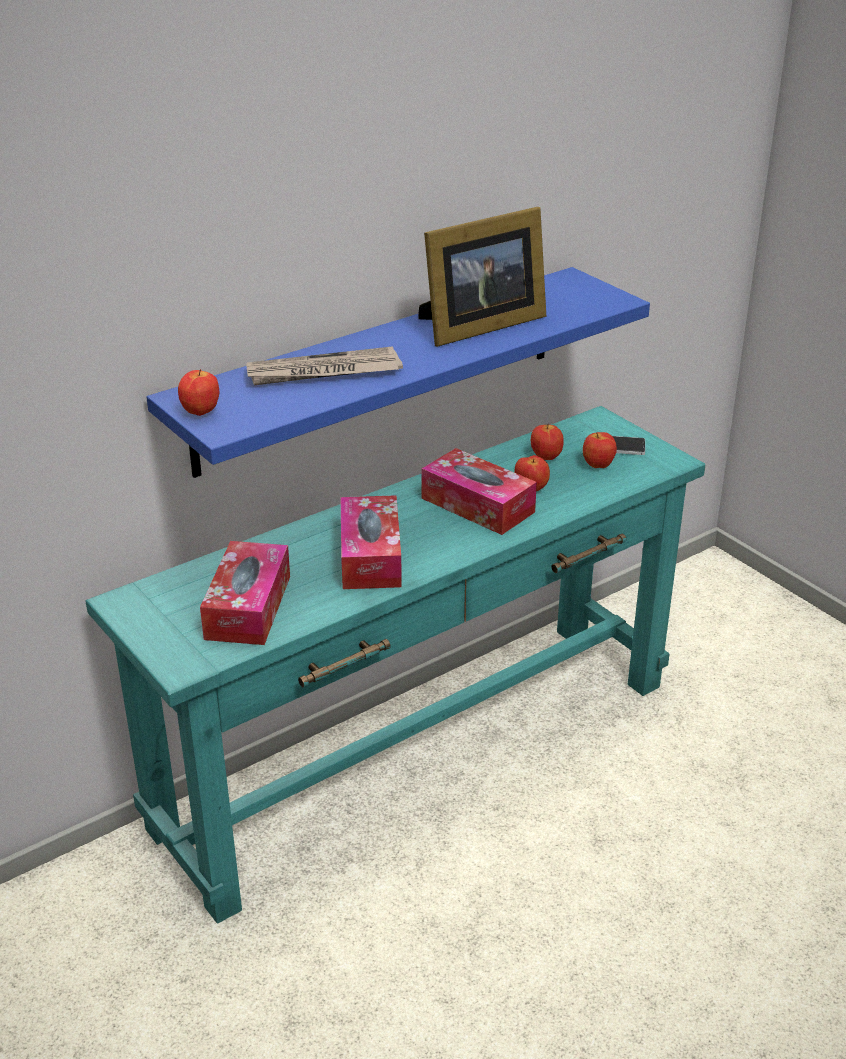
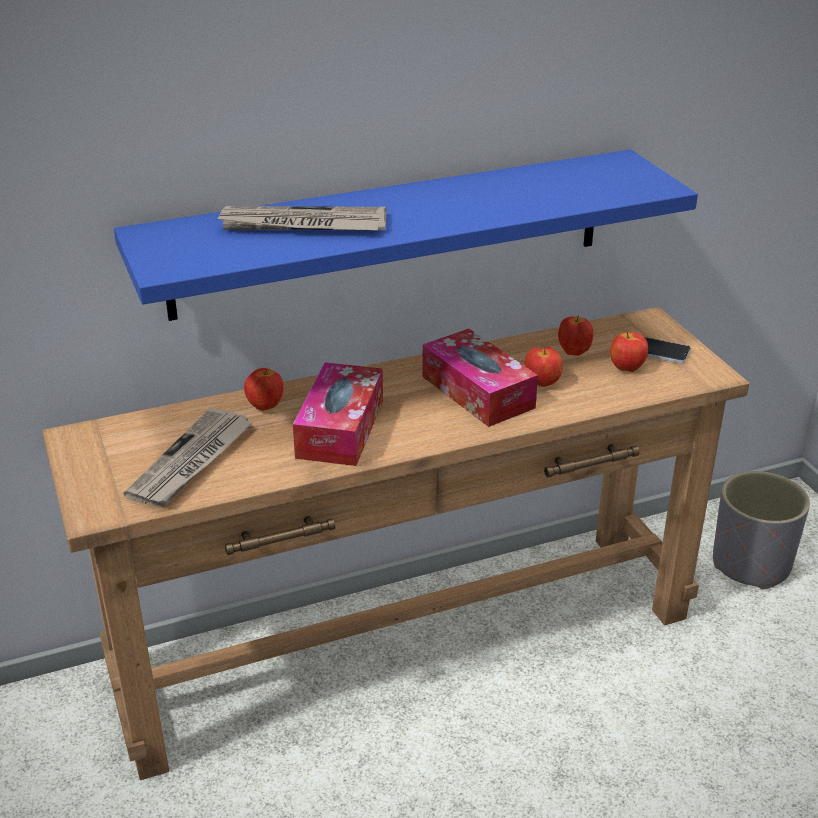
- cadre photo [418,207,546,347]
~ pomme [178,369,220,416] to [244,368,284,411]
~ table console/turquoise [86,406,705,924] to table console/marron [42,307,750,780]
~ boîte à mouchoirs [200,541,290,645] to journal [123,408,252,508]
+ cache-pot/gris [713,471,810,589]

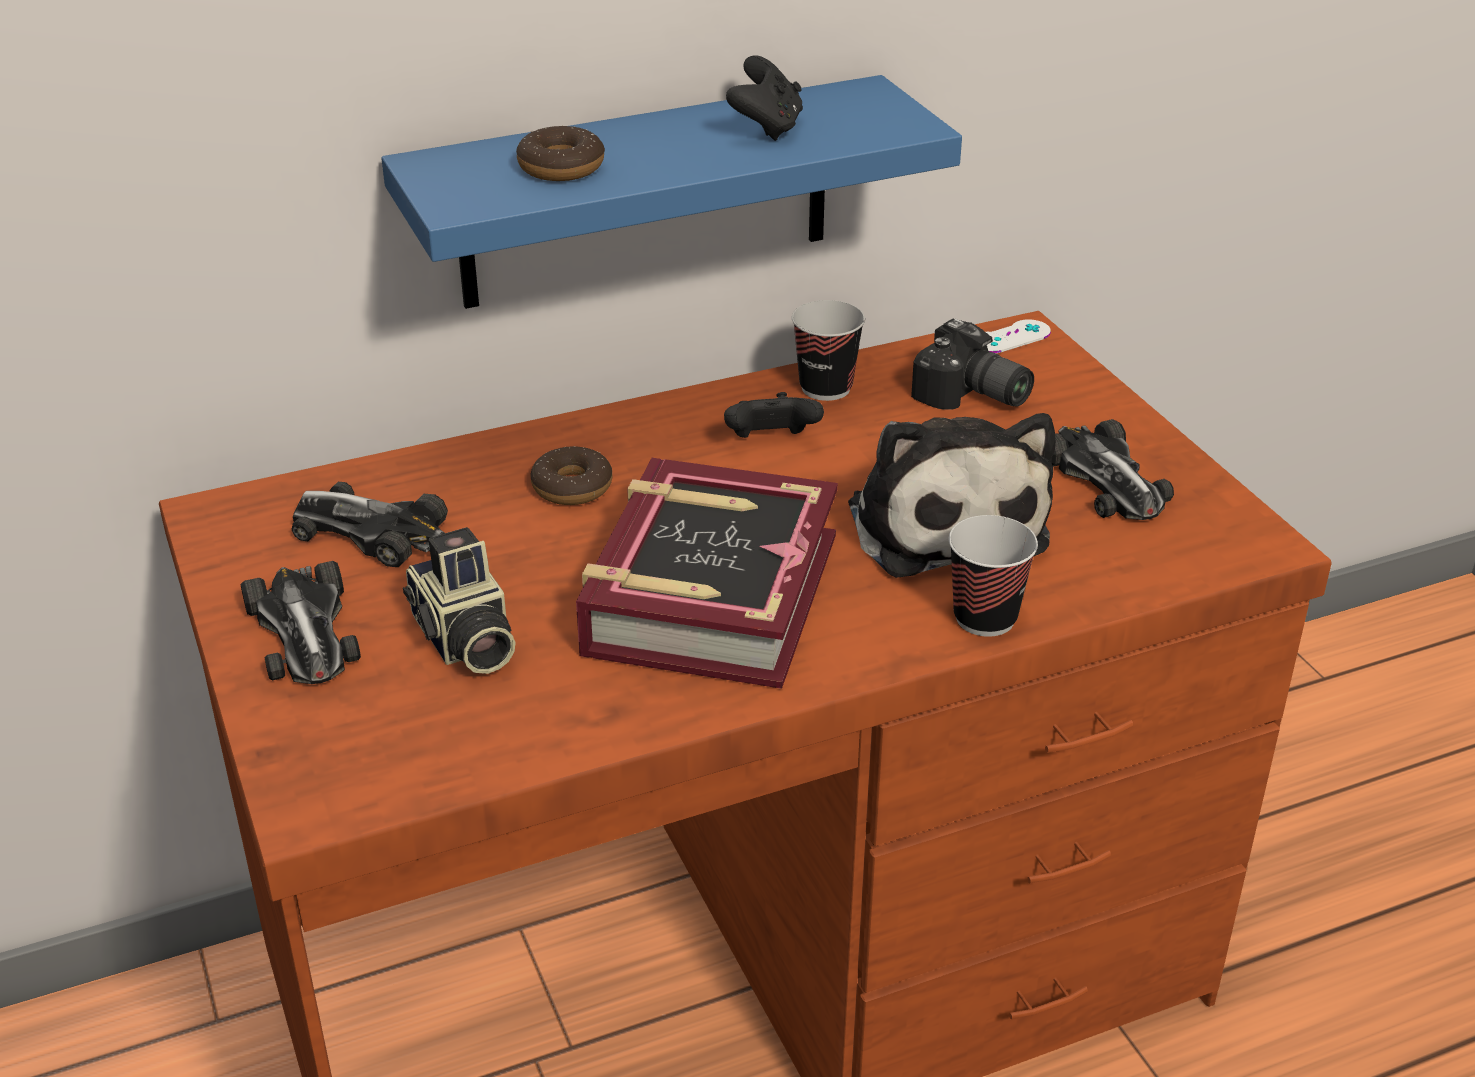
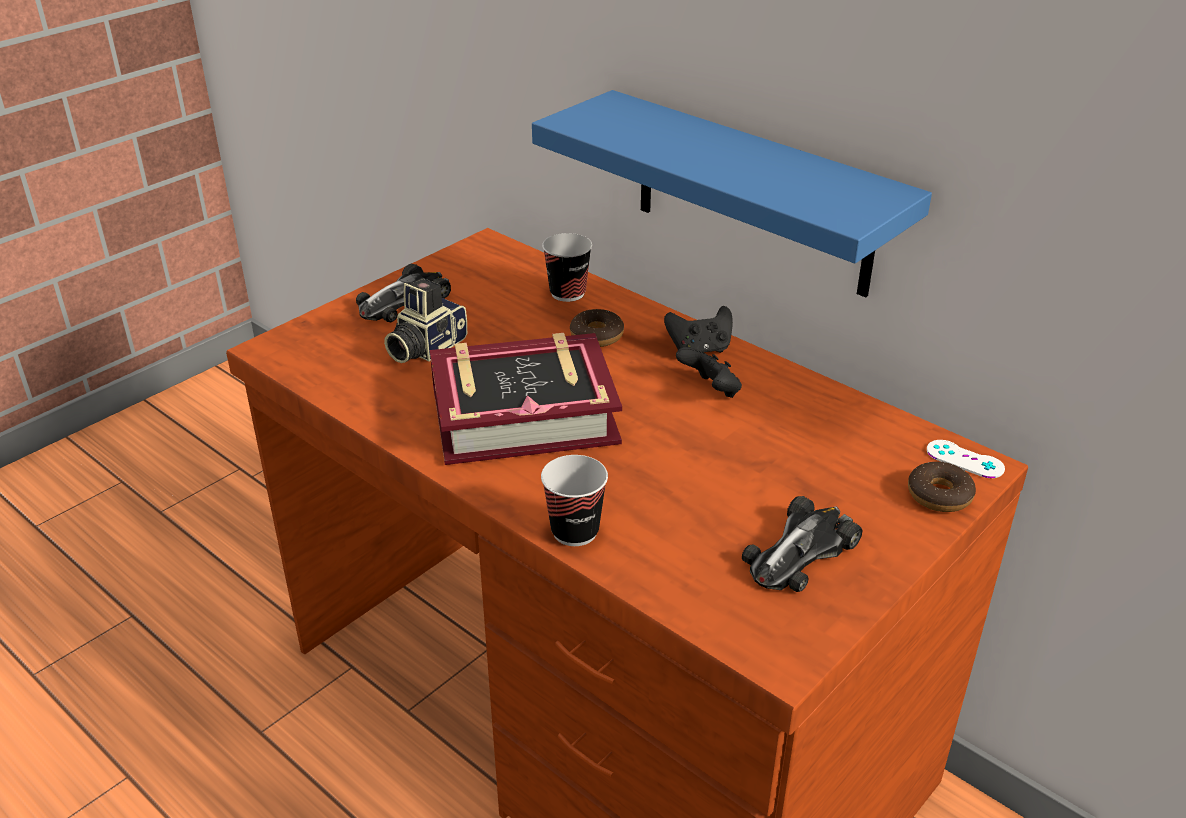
~ manette/noir [726,55,803,141] to [664,306,733,353]
~ beignet [516,126,605,181] to [908,461,976,512]
~ tasse [792,300,865,401] to [542,233,592,302]
- appareil photo [911,319,1034,410]
- peluche [848,413,1056,578]
- petite voiture [292,482,448,567]

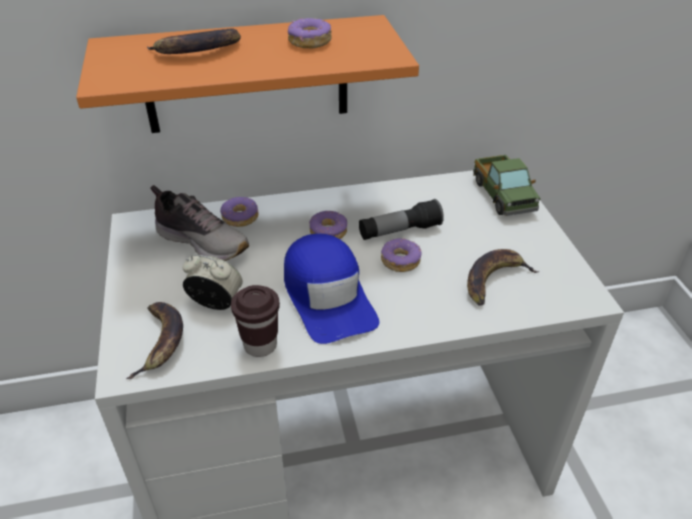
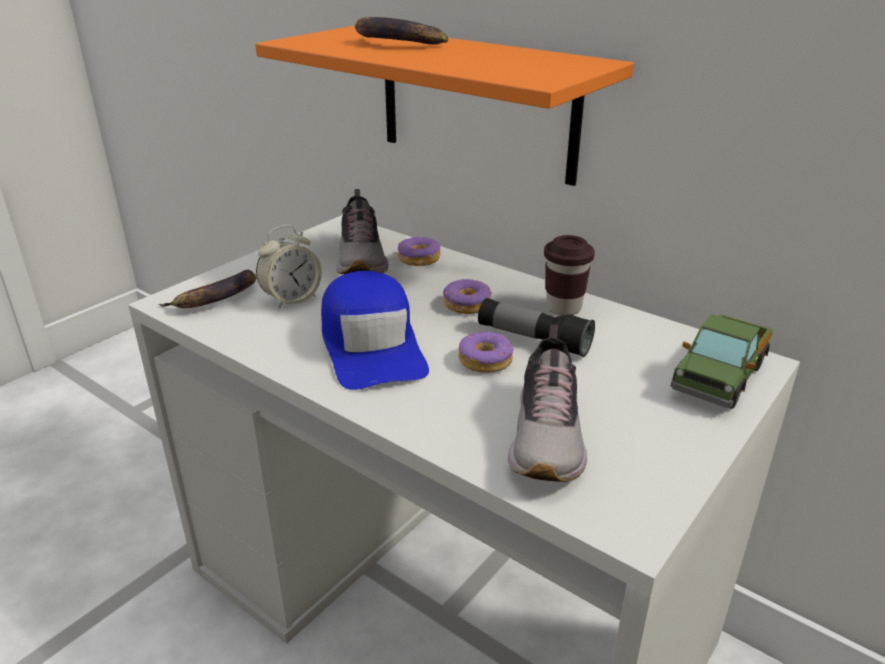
- beignet [288,18,332,48]
~ casquette/bleu [284,234,379,344] = [321,271,429,390] 45 degrees counterclockwise
~ banane [467,249,540,306] to chaussure [508,324,587,482]
~ réveil [183,255,243,310] = [256,225,322,309] 75 degrees clockwise
~ tasse/marron [231,285,280,357] to [544,235,595,315]

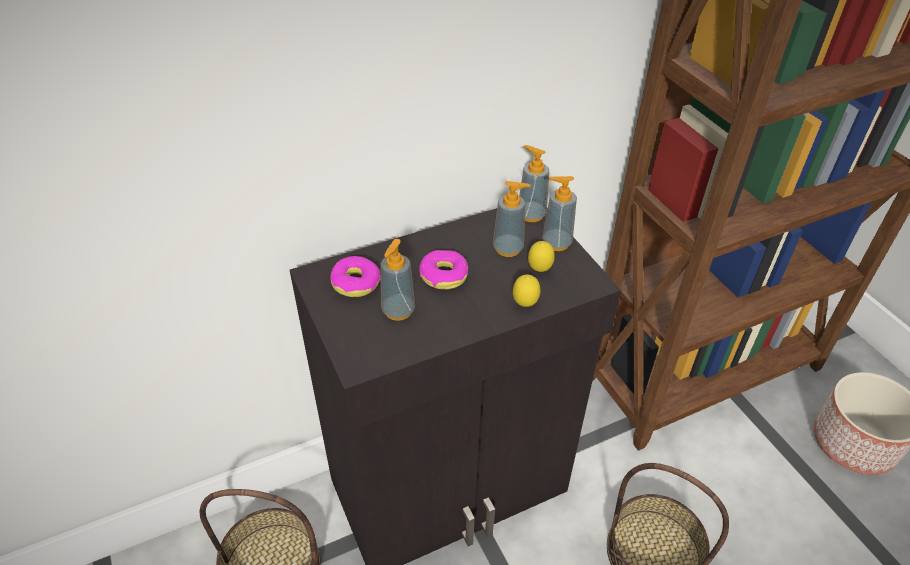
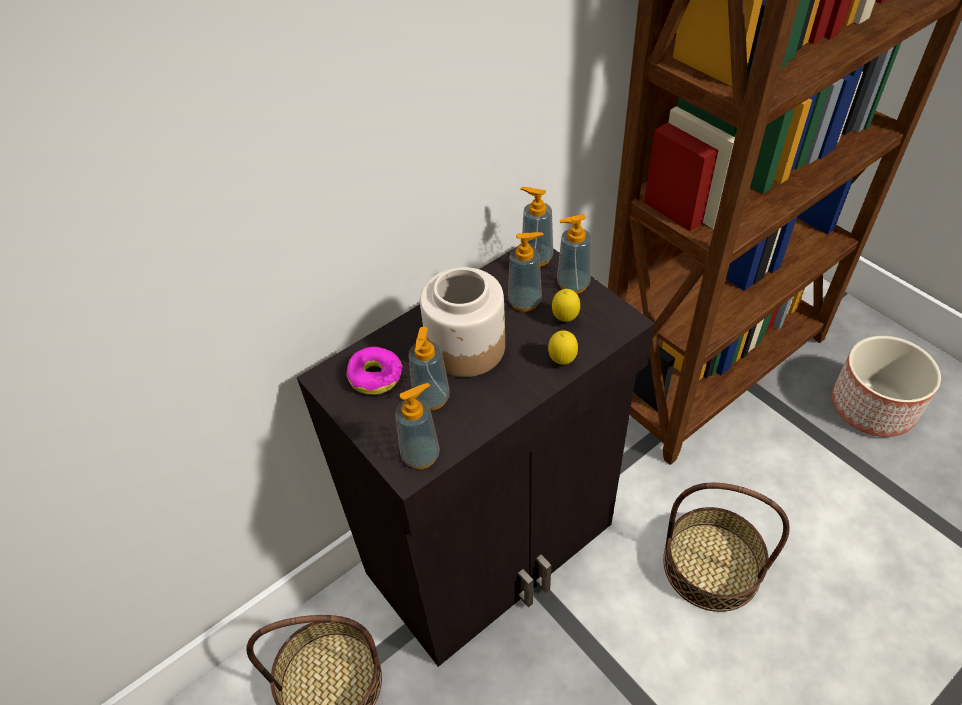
~ beignet [419,250,468,290] to bocal [420,267,505,377]
+ distributeur de savon [395,383,440,469]

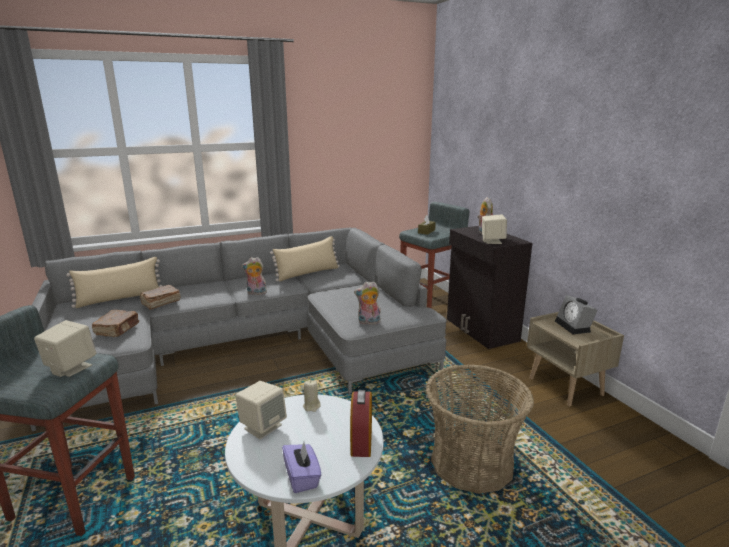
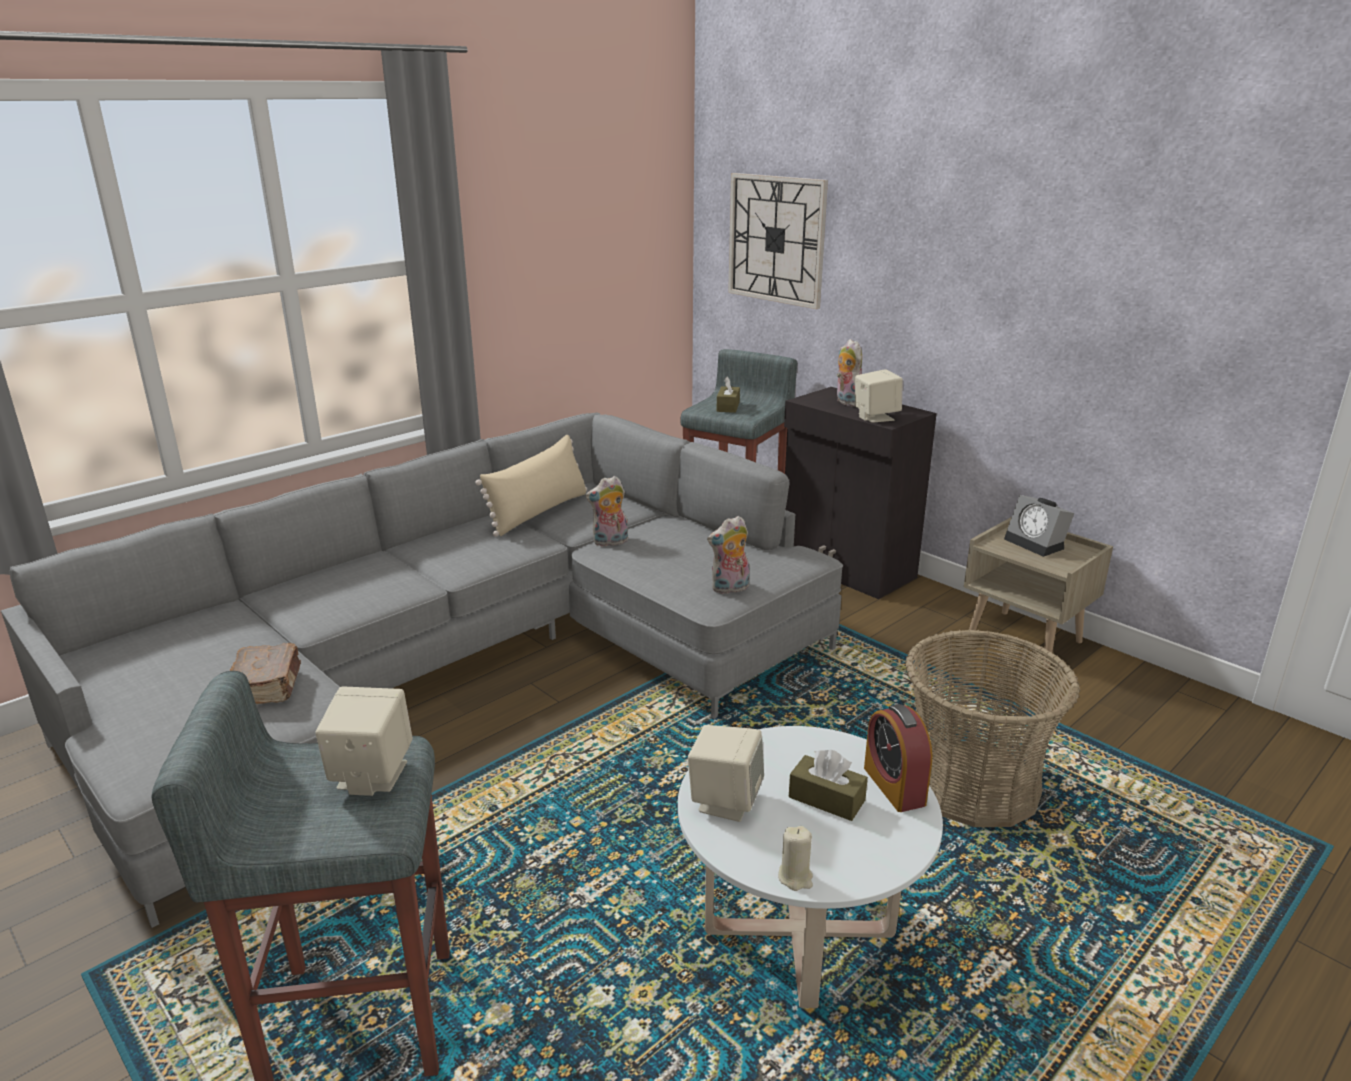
- coussin/beige [66,257,162,308]
~ peluche [242,257,267,295] to [586,476,628,547]
- livre/marron [140,285,181,310]
~ bougie/beige [303,380,321,412] to [778,826,813,891]
- boîte à mouchoirs/violet [282,442,322,493]
+ horloge murale [728,173,828,309]
+ boîte à mouchoirs/marron [789,749,868,821]

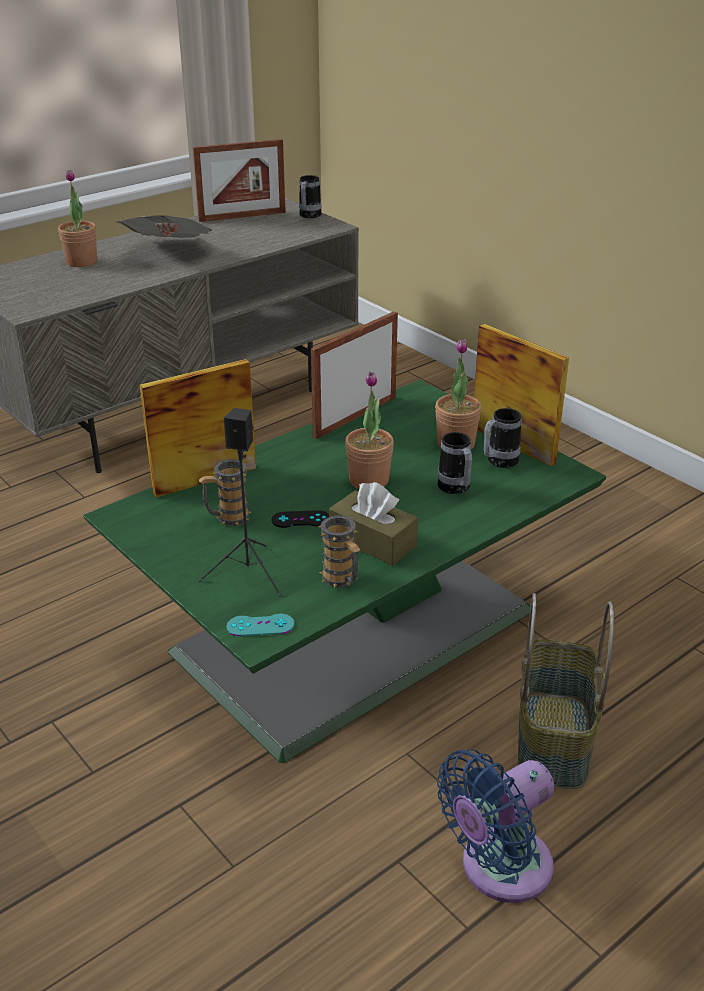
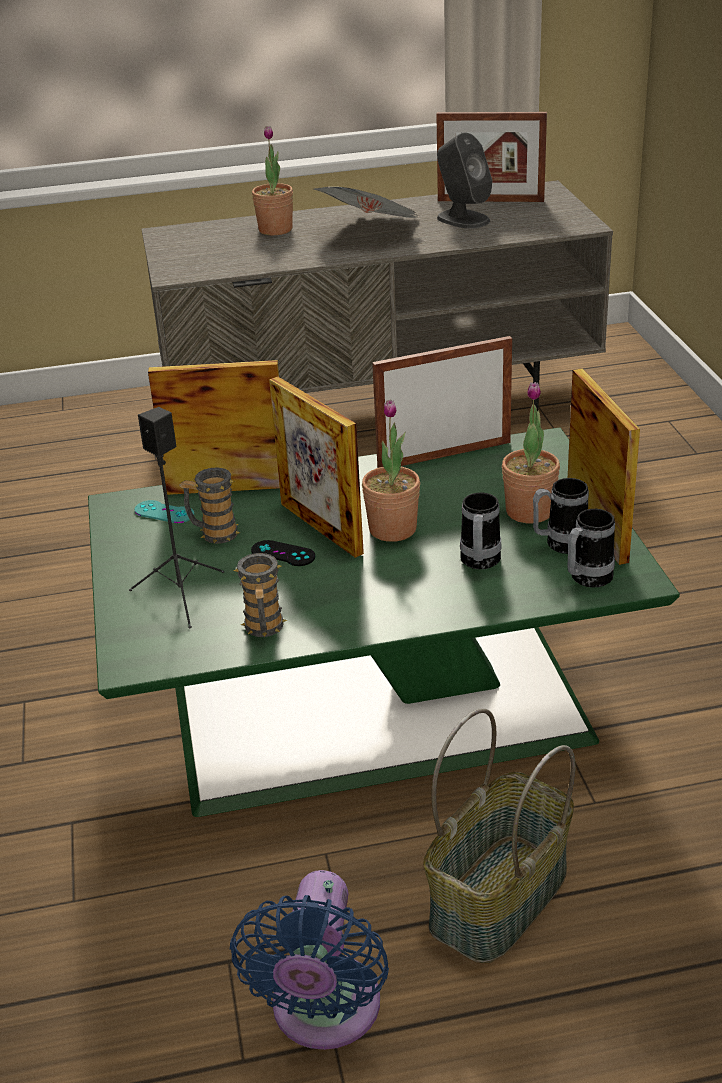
~ mug [299,175,322,218] to [567,509,615,587]
- boîte à mouchoirs/marron [329,482,418,566]
~ manette/turquoise [227,614,295,637] to [135,500,194,523]
~ ventilateur/bleu [437,749,554,903] = [230,870,389,1050] 75 degrees counterclockwise
+ enceinte/gris [437,132,492,229]
+ cadre photo [269,376,364,558]

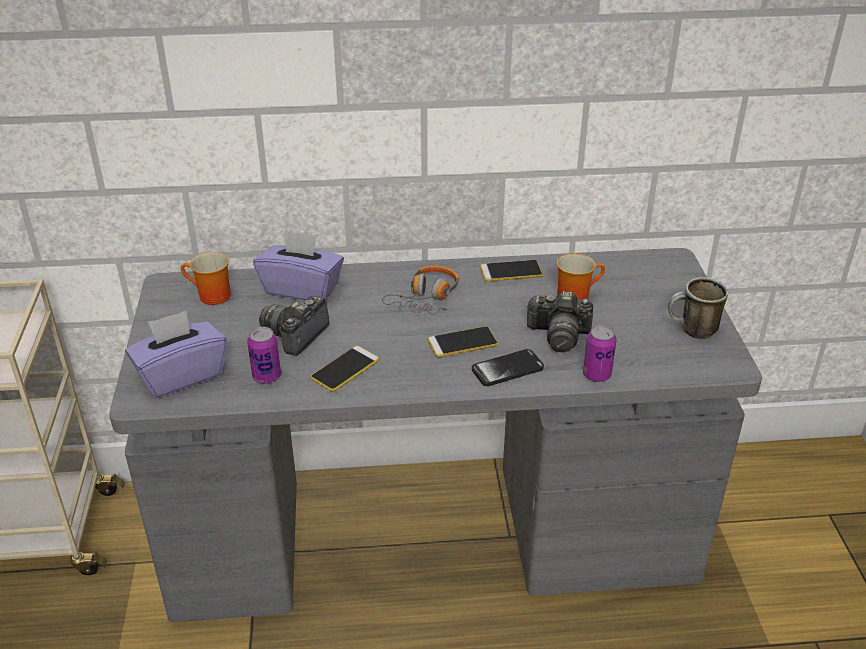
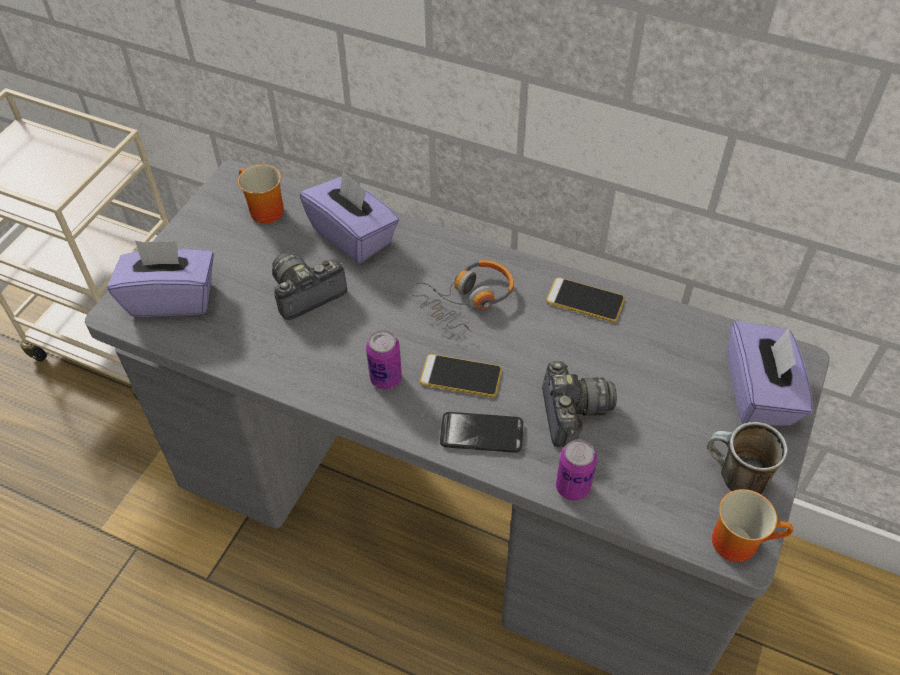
~ mug [557,253,605,300] to [712,489,793,562]
~ appareil photo [526,291,593,352] = [542,361,617,447] 135 degrees counterclockwise
~ boîte métallique [247,327,281,384] to [366,330,402,390]
- téléphone [310,346,379,392]
+ boîte à mouchoirs/violet [728,321,813,426]

